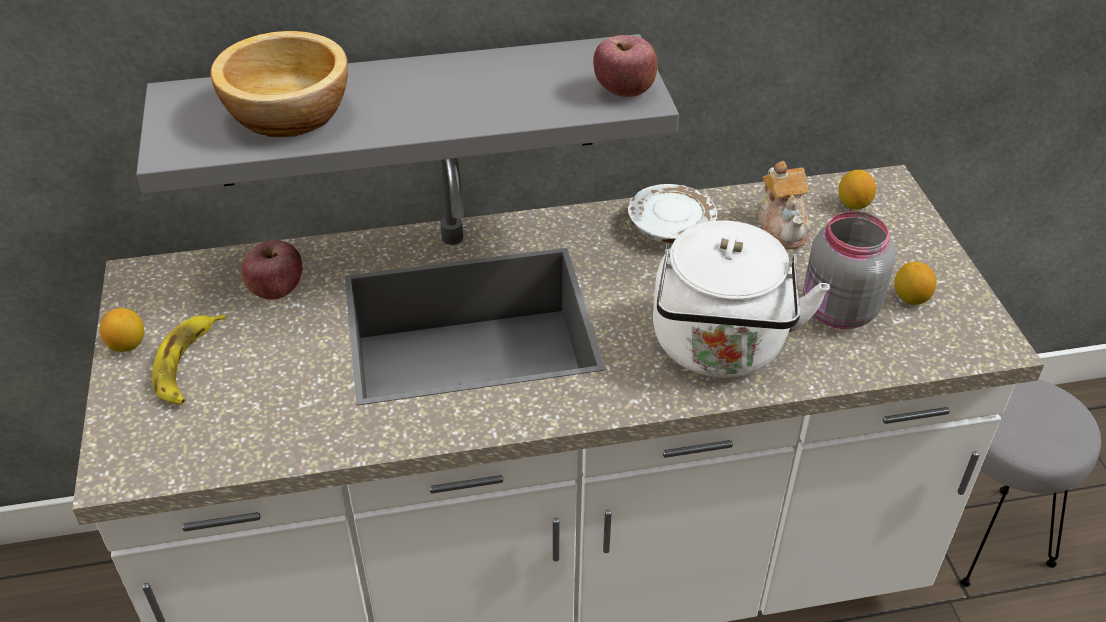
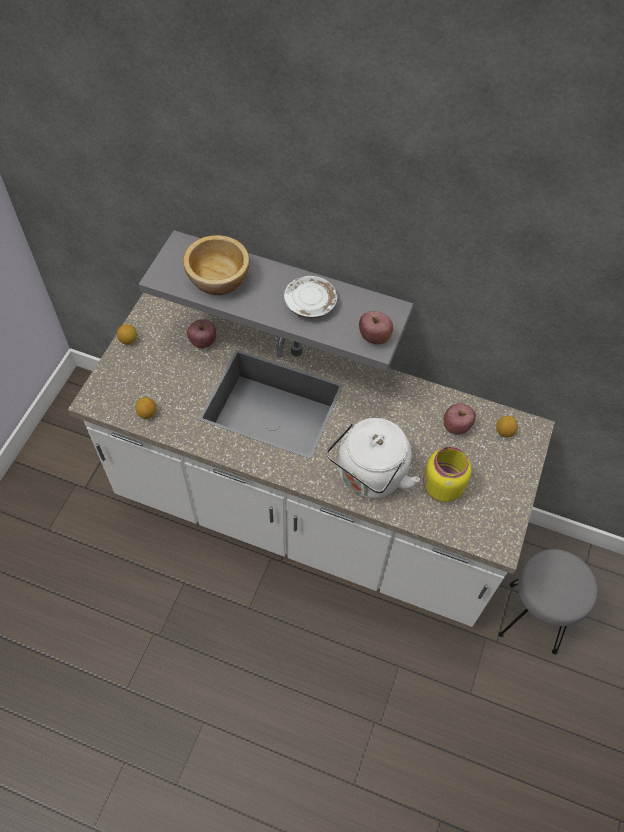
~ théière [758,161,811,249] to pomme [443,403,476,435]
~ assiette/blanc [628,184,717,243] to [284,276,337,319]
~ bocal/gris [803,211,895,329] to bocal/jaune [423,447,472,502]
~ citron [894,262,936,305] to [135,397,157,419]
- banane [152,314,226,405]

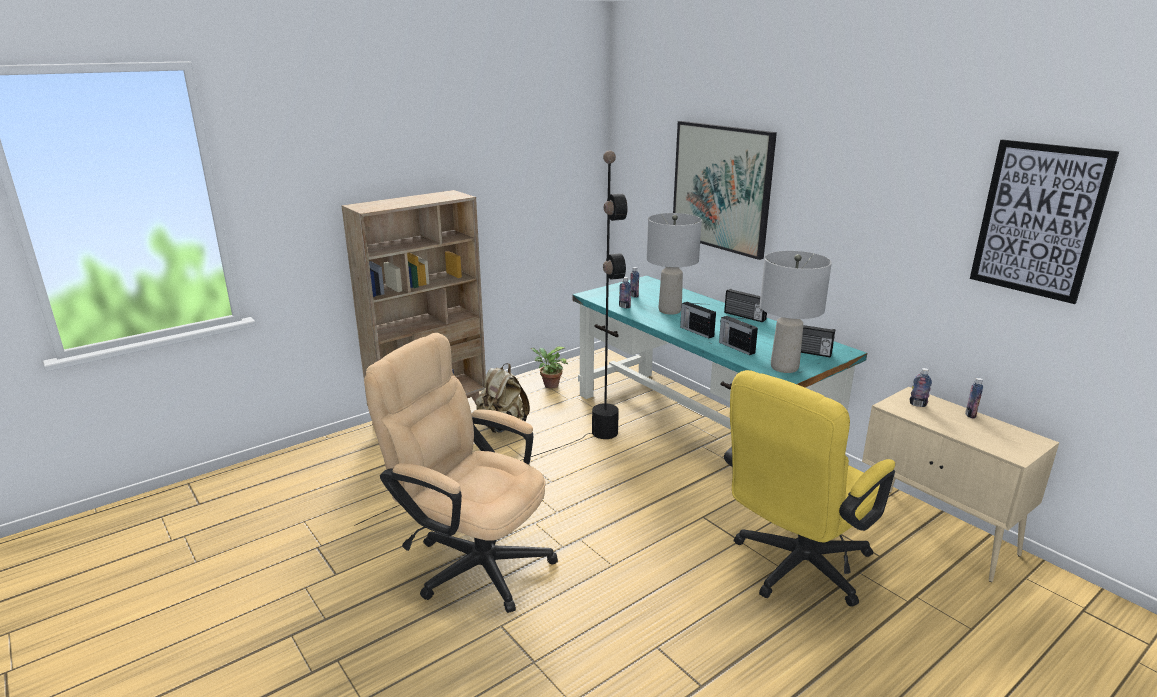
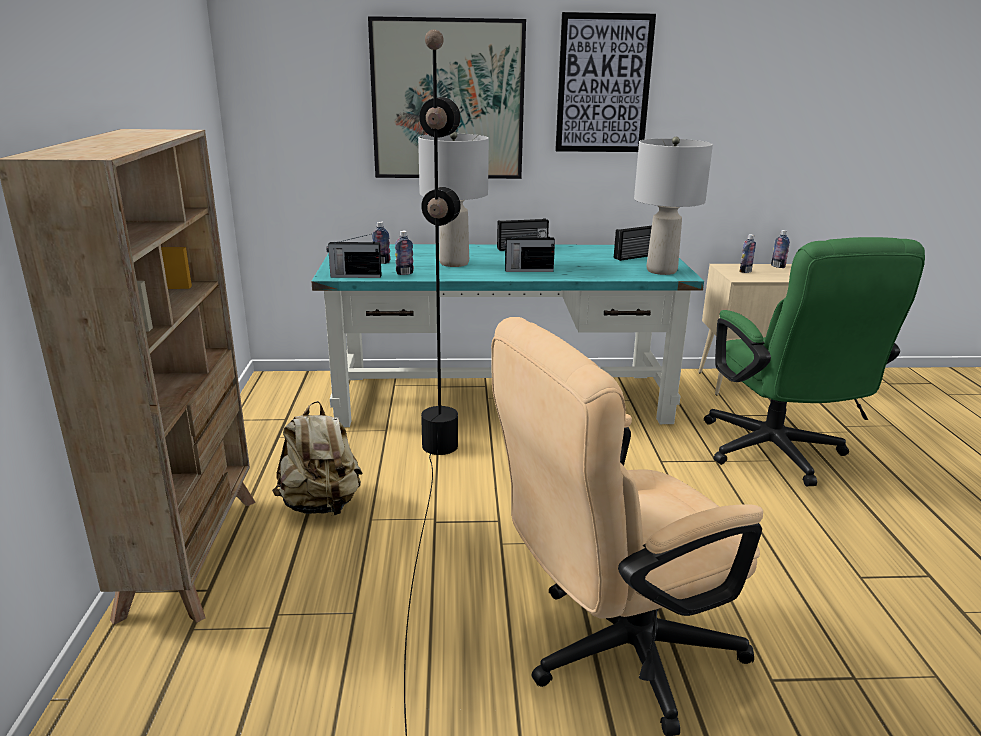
~ tableau [970,140,1119,304] to [555,12,656,152]
~ radio [719,316,758,355] to [327,234,382,278]
- plante en pot [531,347,568,389]
~ chaise de bureau/jaune [724,370,895,607] to chaise de bureau/vert [704,237,925,487]

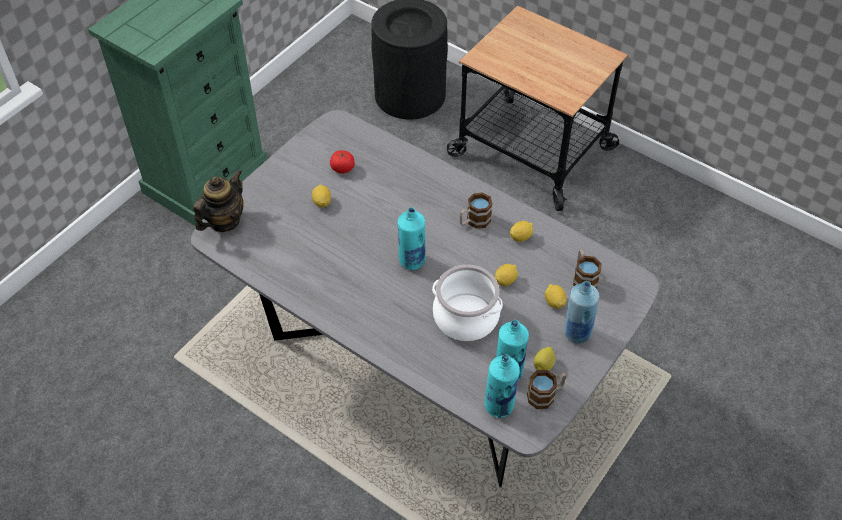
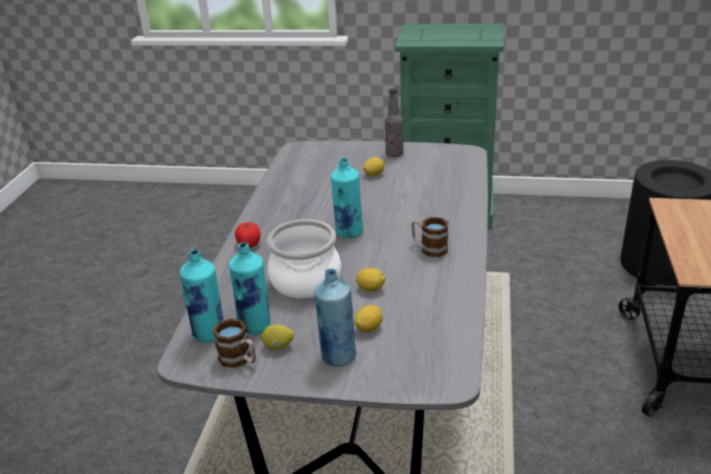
~ tomate [330,150,355,173] to [235,222,261,248]
- théière [193,170,244,232]
- citron [510,221,533,242]
- mug [573,250,602,289]
+ bouteille [385,88,403,157]

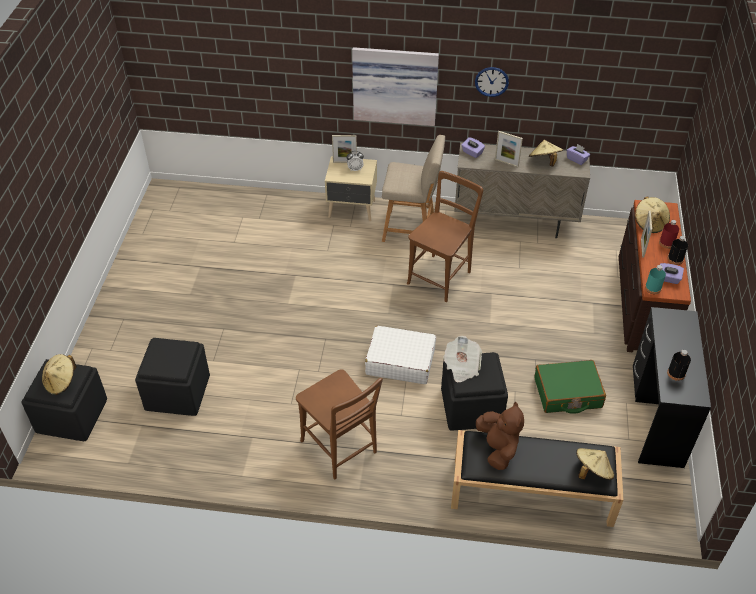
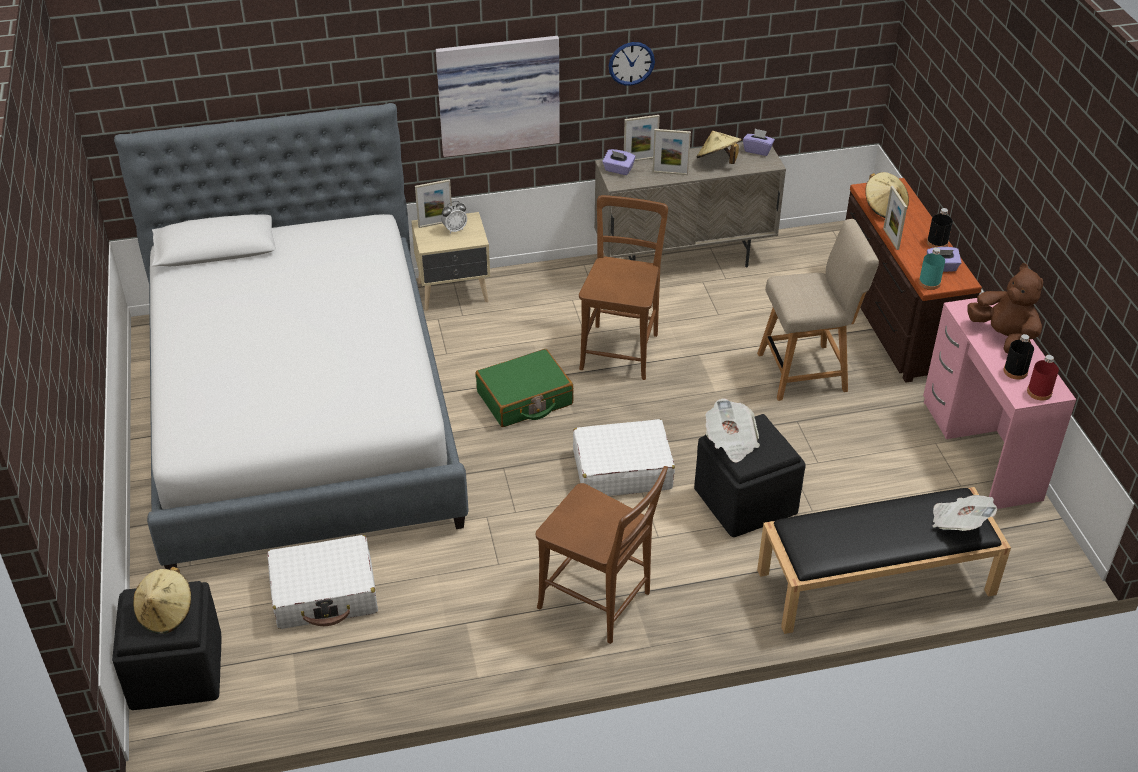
~ chaise/beige [382,135,445,242] to [757,219,879,401]
~ bouteille/rouge [659,220,679,249] to [1027,355,1059,401]
~ bureau/noir [633,307,711,468] to bureau/rose [923,298,1076,509]
~ pouf/noir [135,338,210,416] to valise/blanc [267,535,378,629]
~ valise/vert [534,360,606,414] to [475,349,573,427]
~ peluche/marron [476,401,524,470] to [968,263,1043,353]
~ chapeau/beige [576,448,614,480] to journal [933,495,997,531]
+ lit [114,103,468,570]
+ cadre photo [624,115,660,161]

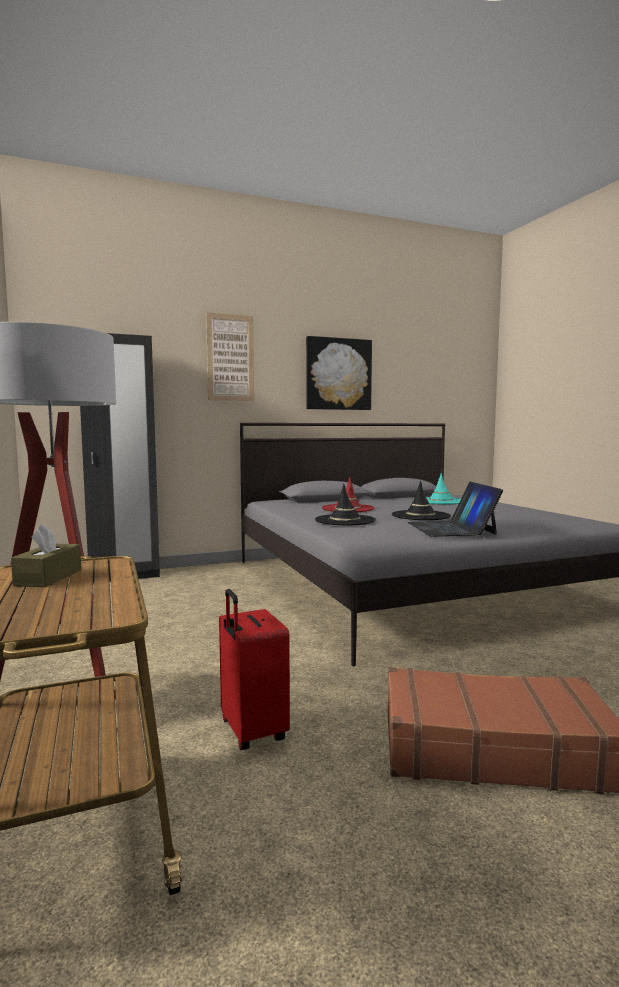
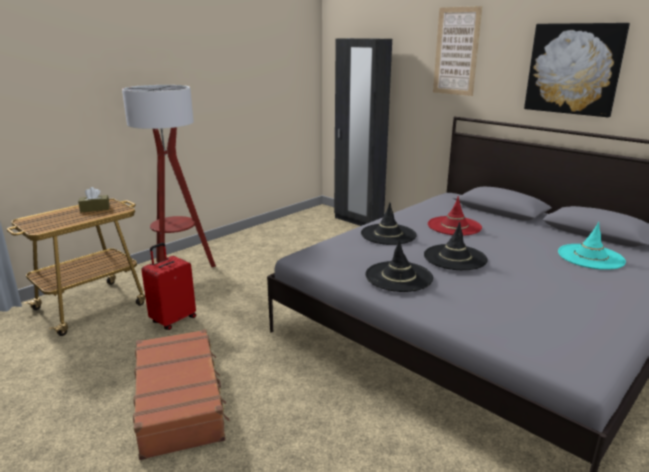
~ ordinateur portable [407,482,503,536] to chapeau/noir [365,240,433,292]

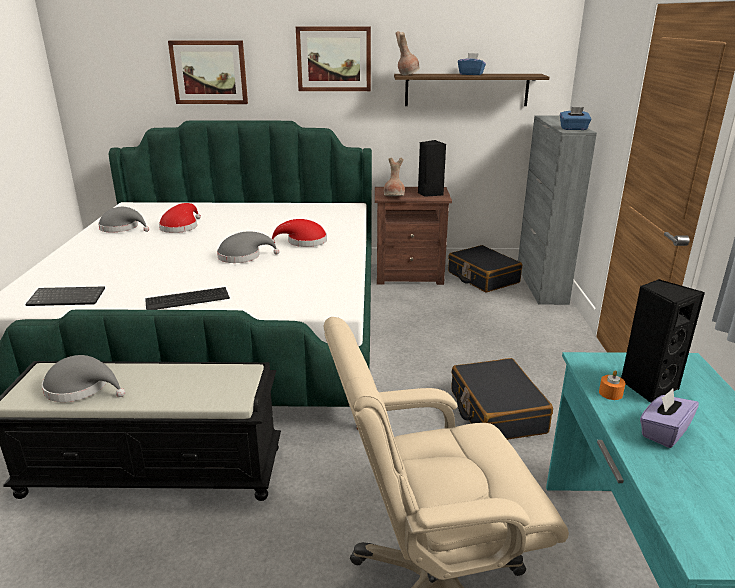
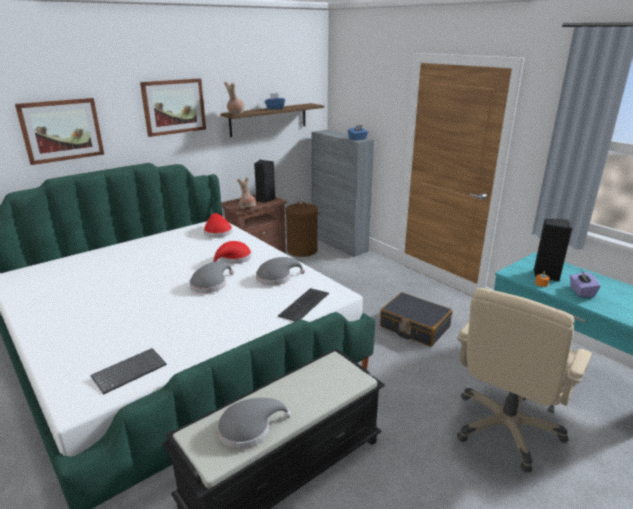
~ chapeau/rouge [159,203,201,233] to [204,213,232,237]
~ chapeau/gris [98,207,149,232] to [256,257,305,285]
~ valise/noir [448,245,522,292] to panier à linge/marron [285,201,321,257]
~ clavier [145,287,230,310] to [278,288,329,321]

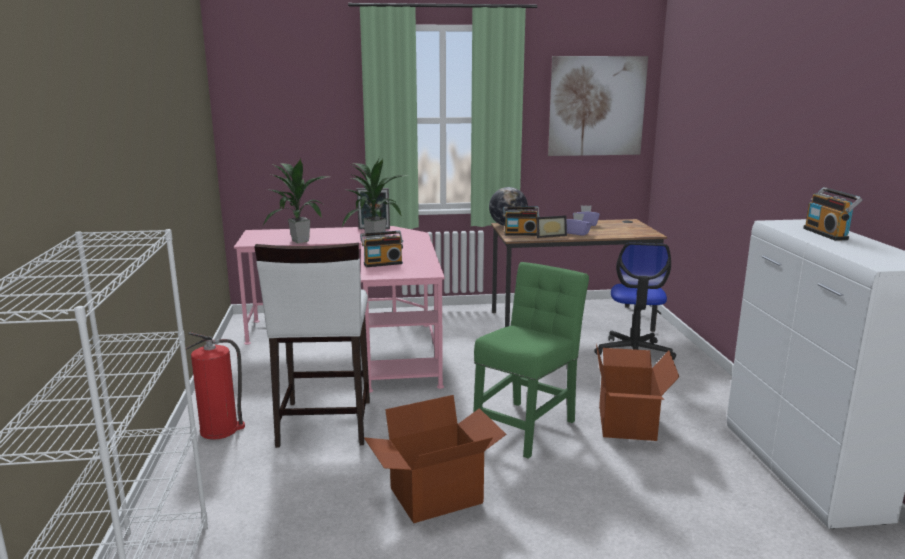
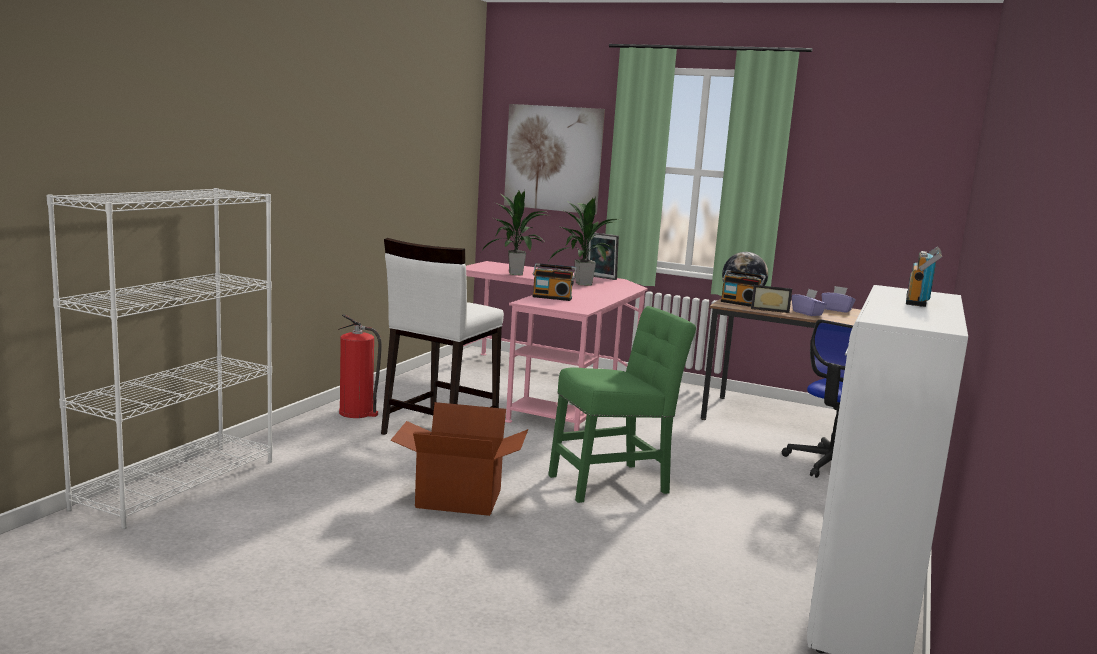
~ tableau [548,56,648,156] to [504,104,605,215]
- carton [596,343,679,441]

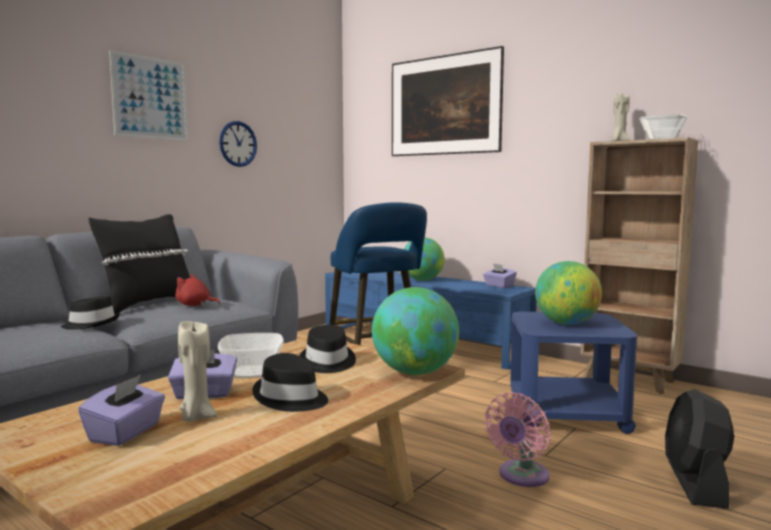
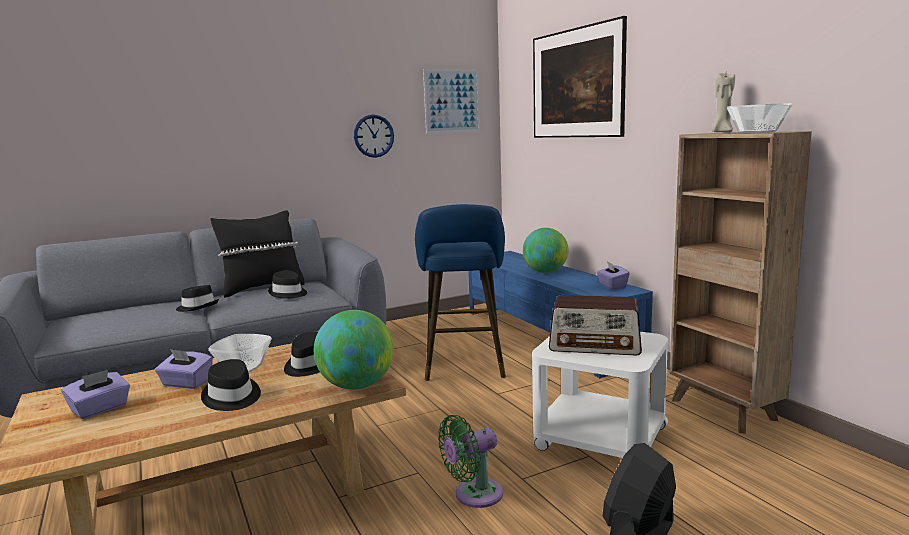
~ tableau [109,50,188,141] to [423,69,480,133]
~ globe [535,261,602,325] to radio [549,295,642,356]
~ peluche/rouge [175,274,220,306] to chapeau/noir [268,270,307,298]
~ table d'appoint/bleu [510,312,637,434] to table d'appoint/blanc [532,332,668,458]
- bougie/beige [178,321,217,422]
~ ventilateur/rose [485,393,551,487] to ventilateur/vert [438,415,503,508]

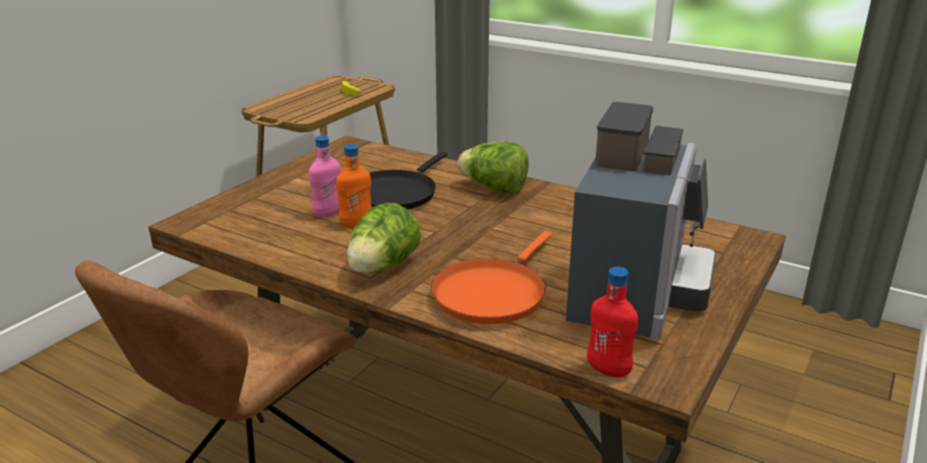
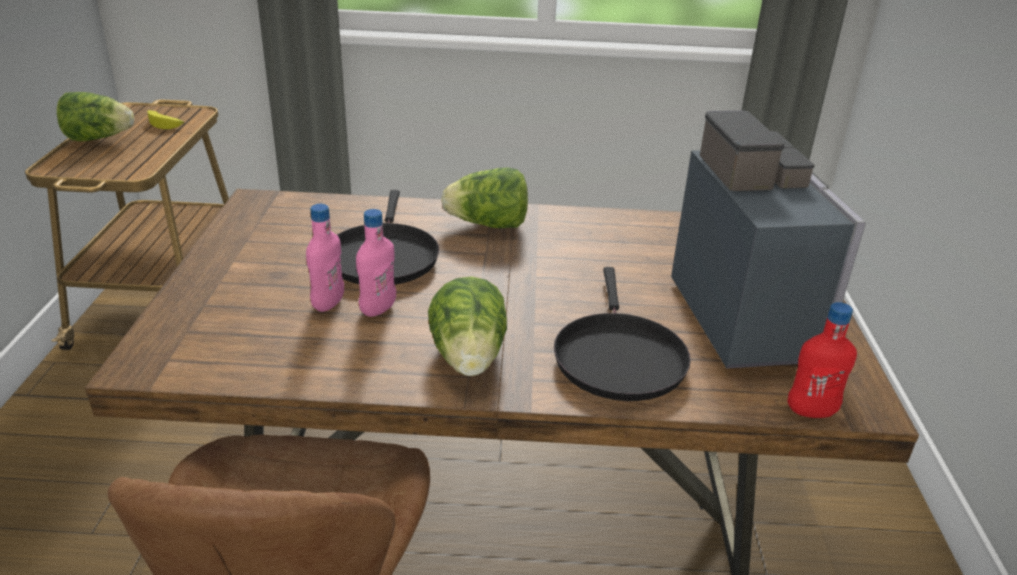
~ bouteille/orange [336,144,372,228] to bouteille/rose [356,209,396,317]
~ poêle/orange [431,231,552,324] to poêle/noir [554,267,691,401]
+ laitue [57,92,134,141]

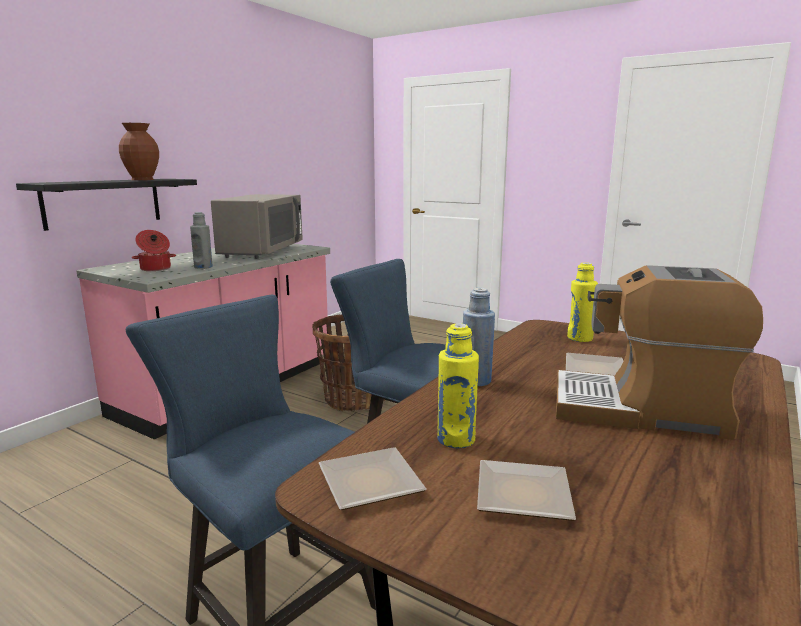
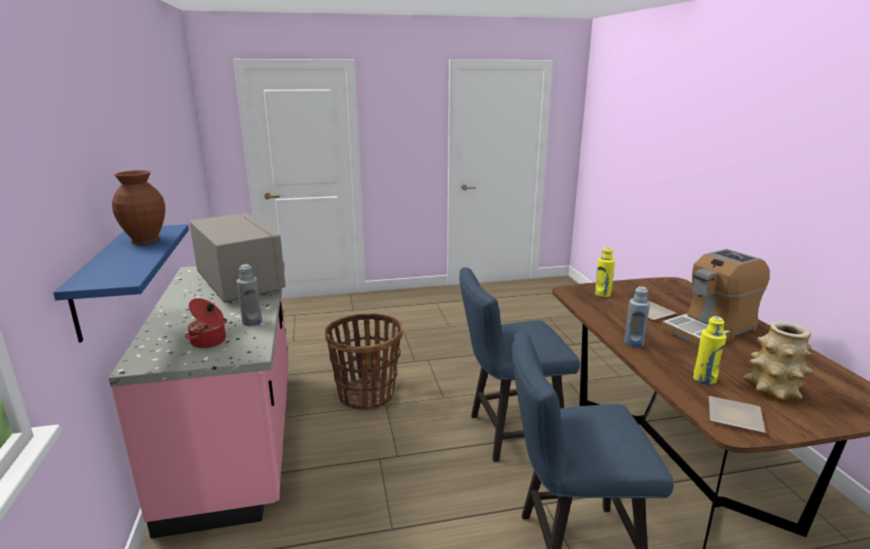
~ étagère/noir [16,179,197,231] to étagère/bleu [53,224,189,343]
~ assiette [477,460,576,521] to vase [743,321,813,401]

